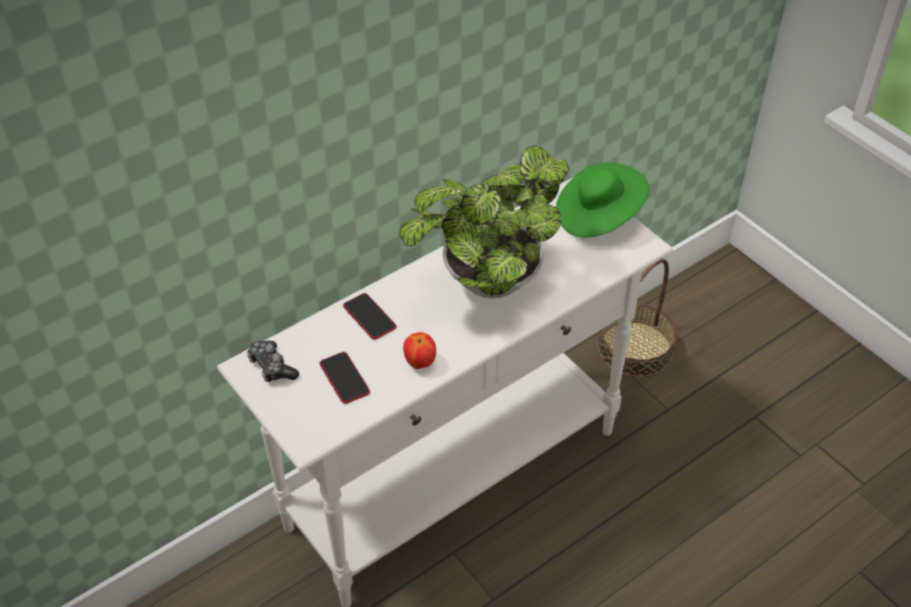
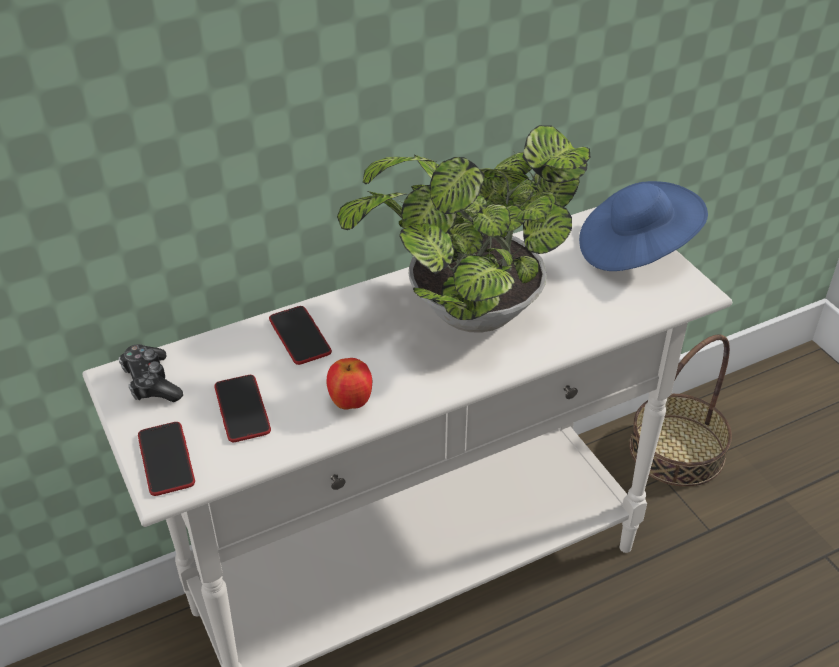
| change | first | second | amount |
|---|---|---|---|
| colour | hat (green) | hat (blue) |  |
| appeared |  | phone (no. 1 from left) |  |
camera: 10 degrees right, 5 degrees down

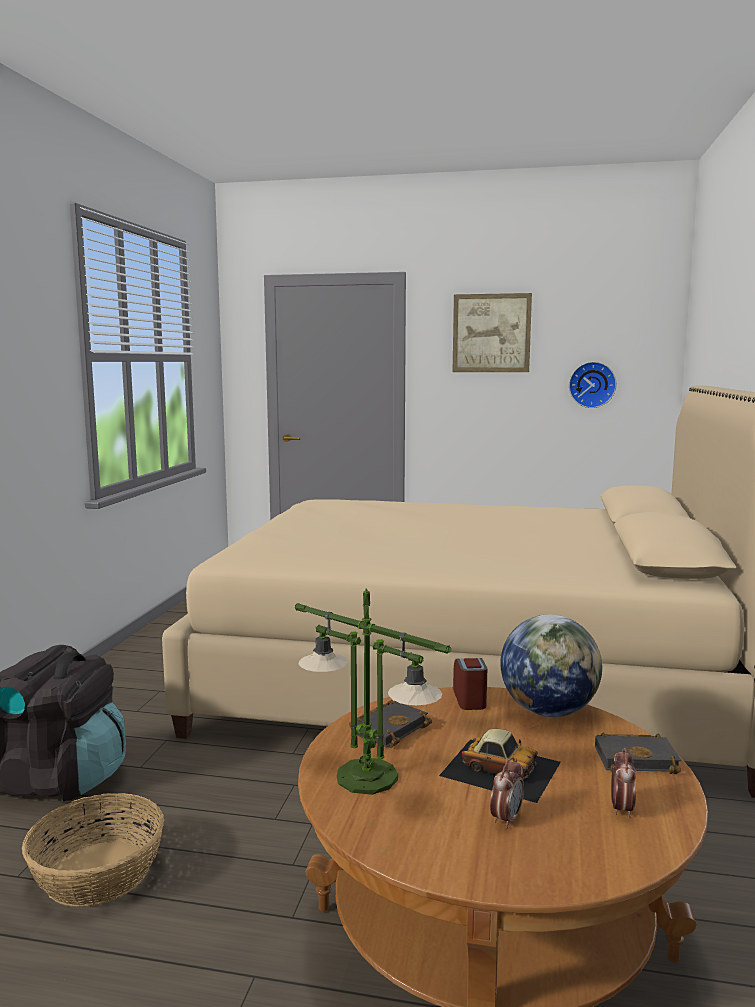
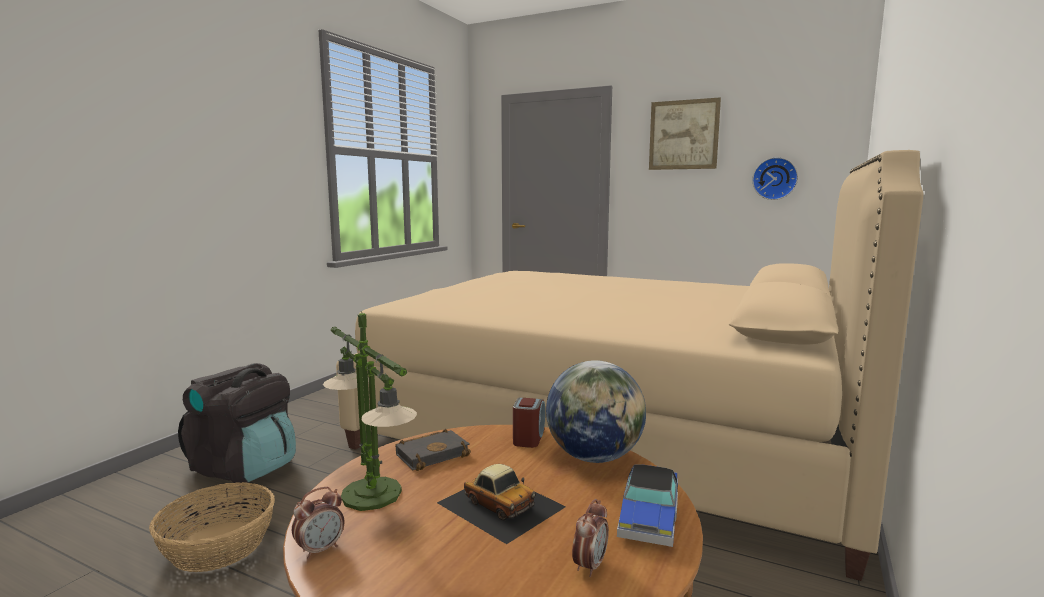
| change | first | second | amount |
|---|---|---|---|
| exchanged | book (black) (no. 2 from left) | toy car (no. 2 from left) |  |
| relocated | alarm clock (no. 2 from left in the first image) | alarm clock (no. 1 from left) |  |
camera: 15 degrees right, 0 degrees up

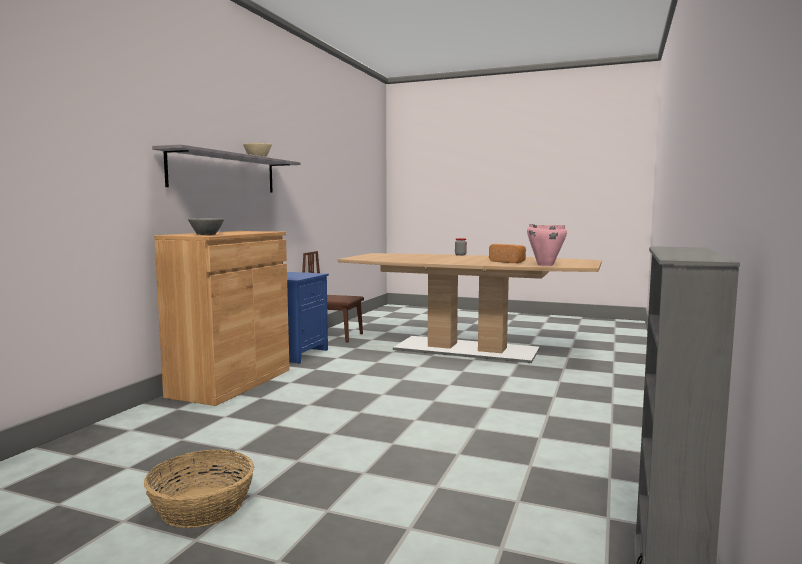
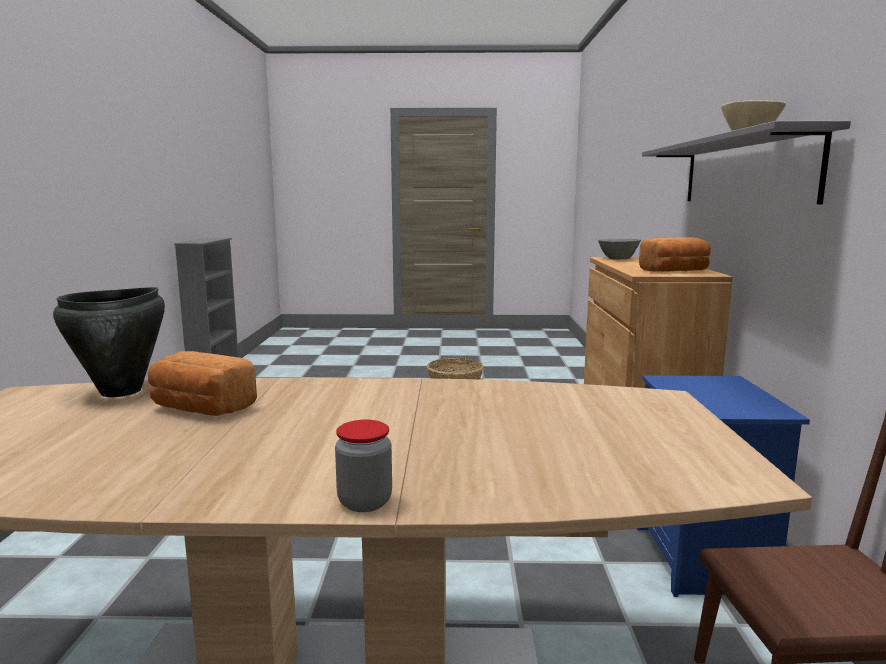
| change | first | second | amount |
|---|---|---|---|
| colour | cooking pot (pink) | cooking pot (black) |  |
| appeared |  | bread (no. 2 from left) |  |
camera: 160 degrees right, 5 degrees up

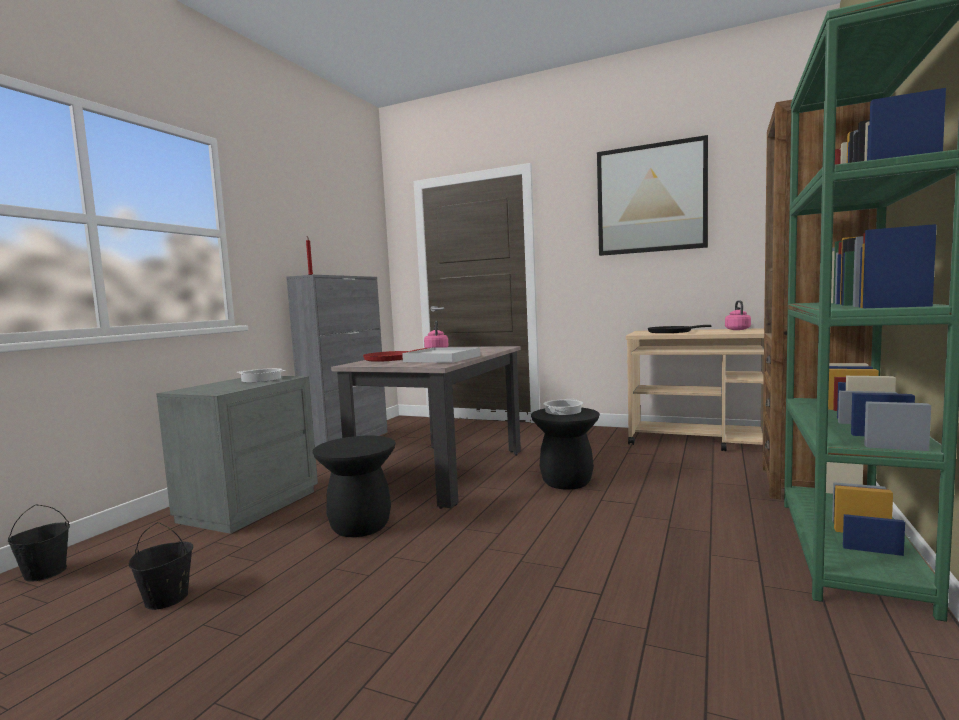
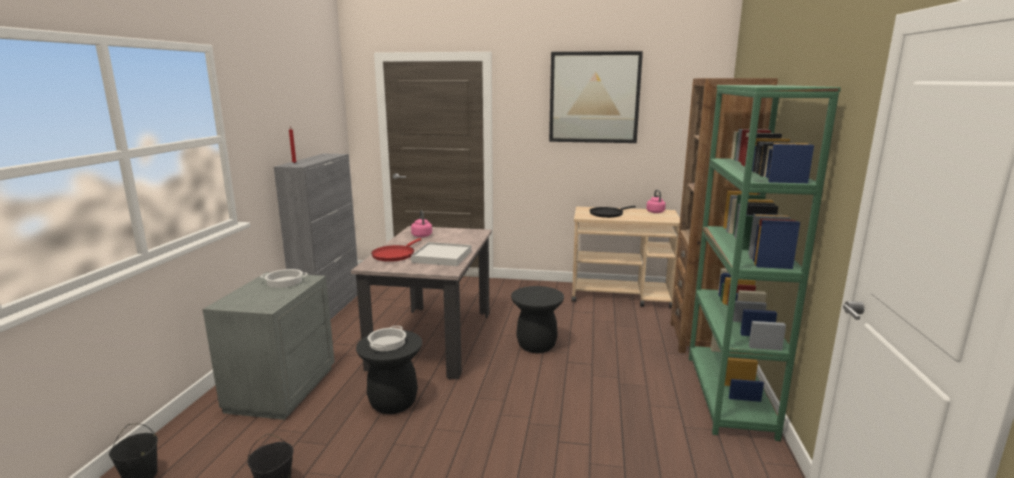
| change | first | second | amount |
|---|---|---|---|
| relocated | cooking pot (no. 2 from left) |  |  |
camera: 15 degrees left, 10 degrees up

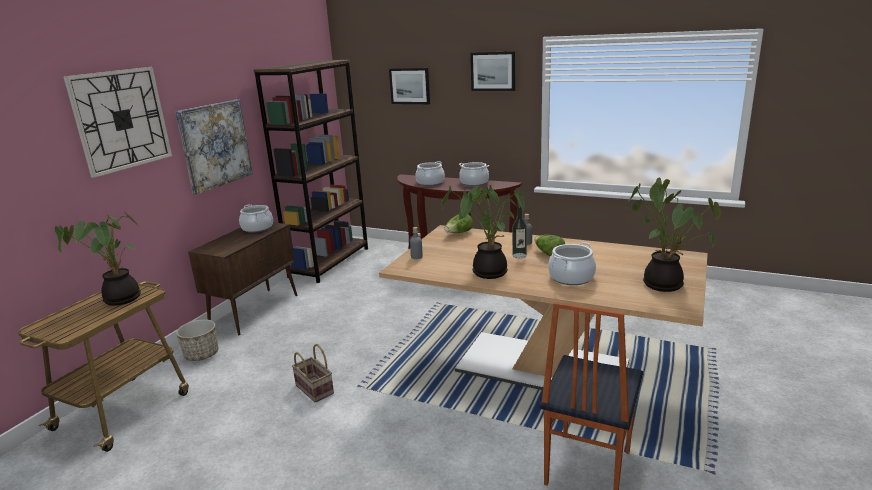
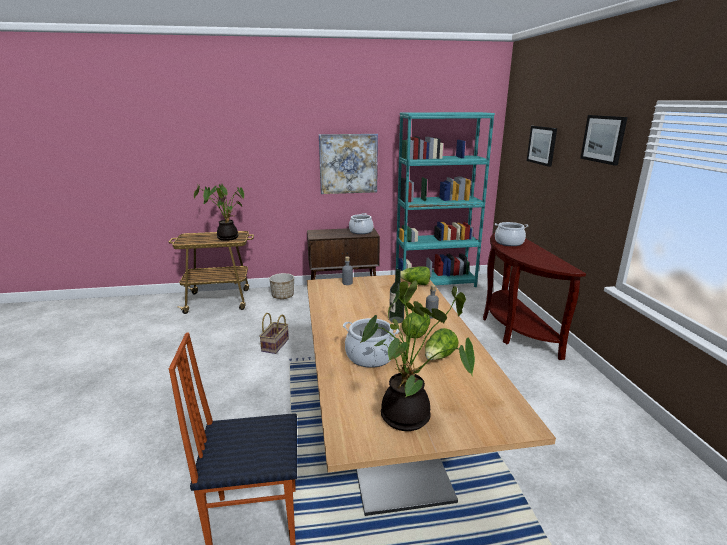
| change | first | second | amount |
|---|---|---|---|
| colour | bookcase (brown) | bookcase (turquoise) |  |
| missing | wall clock |  |  |
| missing | cooking pot (no. 3 from left) |  |  |
| missing | potted plant (no. 2 from left) |  |  |
| appeared |  | lettuce (no. 3 from left) |  |
camera: 55 degrees right, 0 degrees up

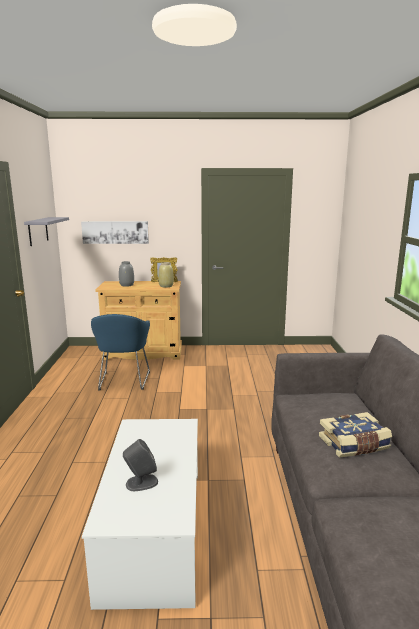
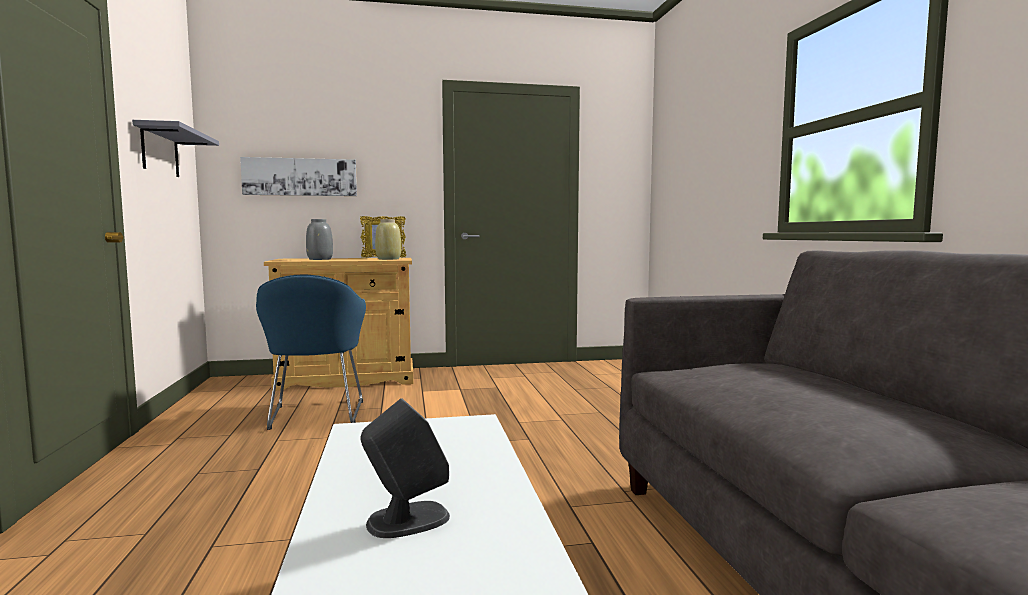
| change | first | second | amount |
|---|---|---|---|
| missing | book |  |  |
camera: 10 degrees left, 10 degrees down

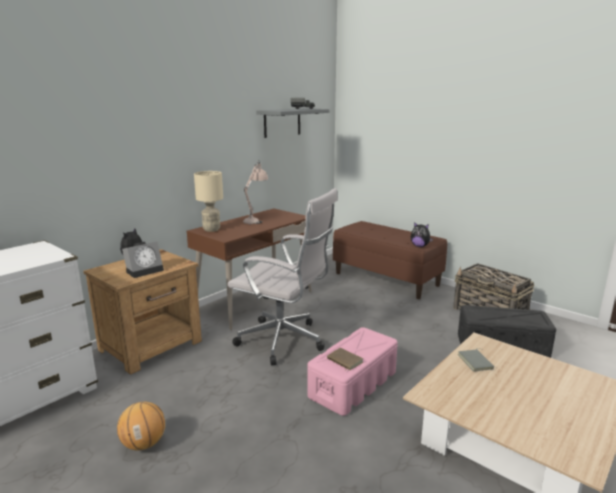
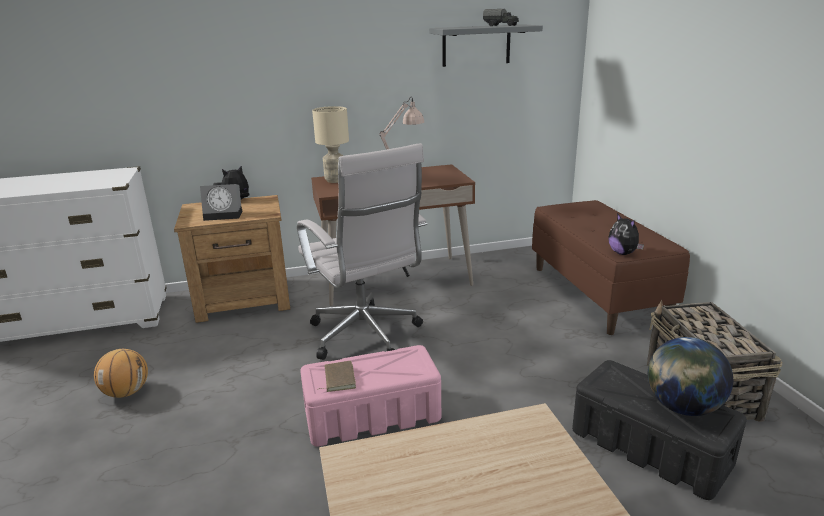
| change | first | second | amount |
|---|---|---|---|
| missing | book (grey) |  |  |
| appeared |  | globe |  |
camera: 35 degrees right, 5 degrees up

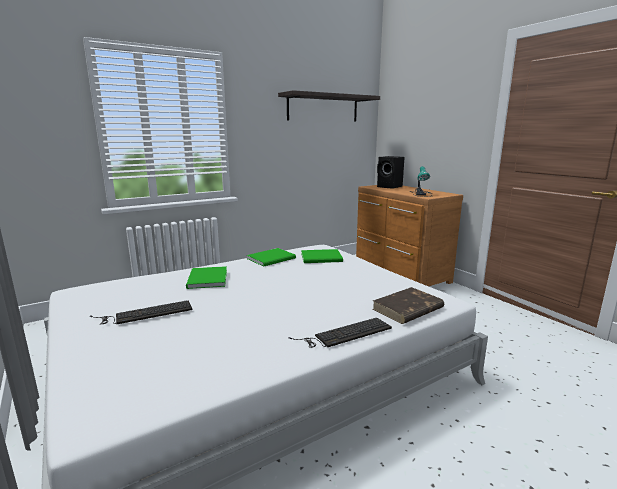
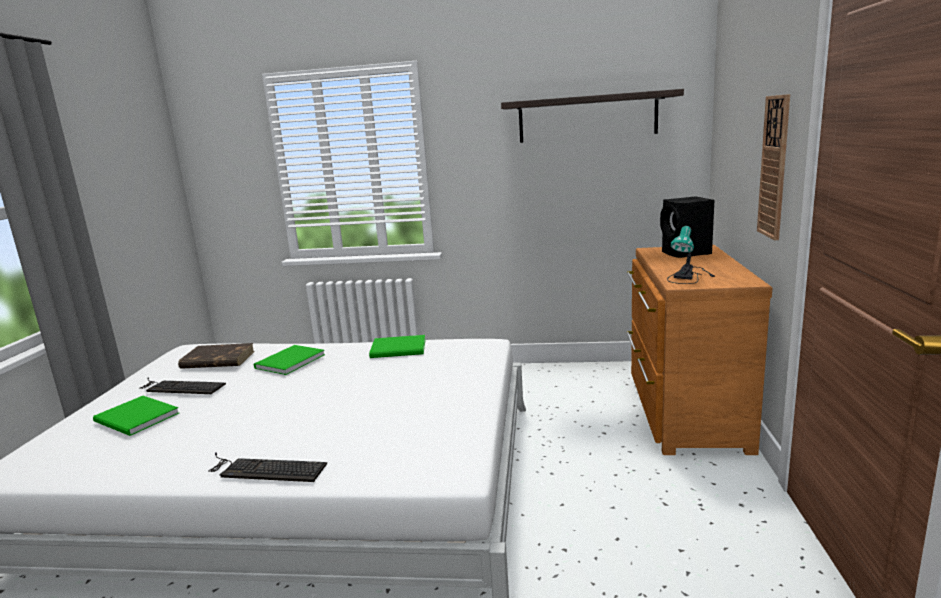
| change | first | second | amount |
|---|---|---|---|
| relocated | book (green) (no. 3 from left in the first image) | book (green) (no. 1 from left) |  |
| relocated | book (brown) |  |  |
| appeared |  | wall clock |  |
camera: 40 degrees right, 0 degrees up

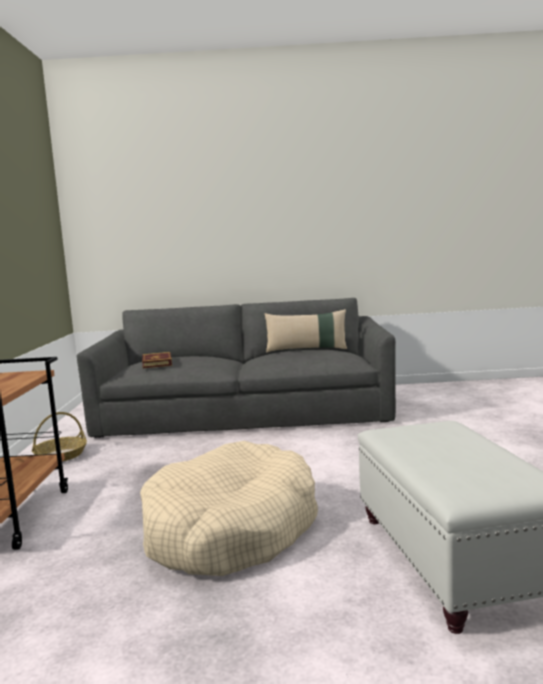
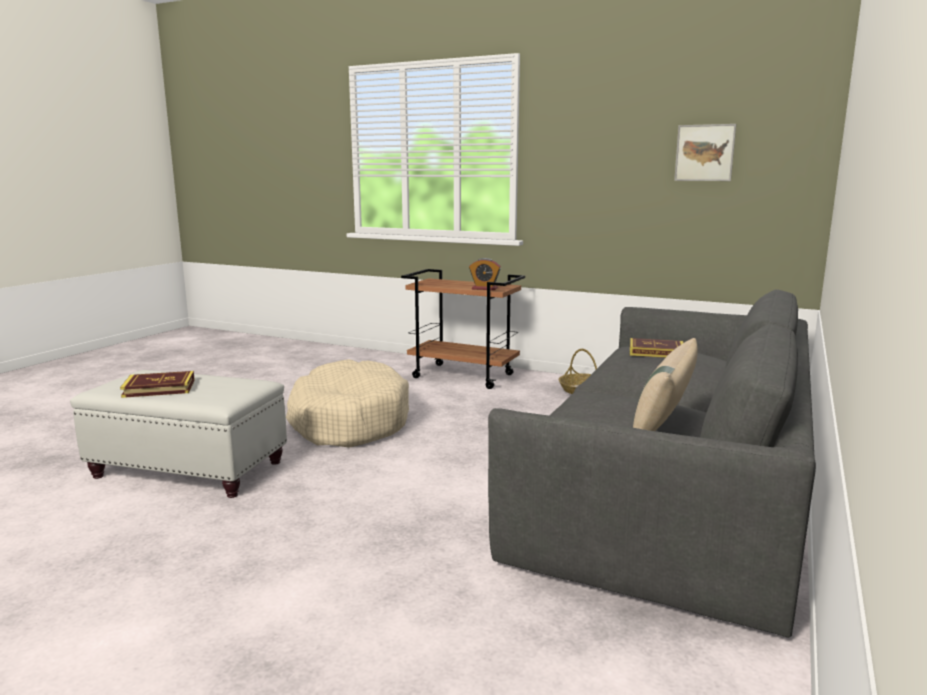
| change | first | second | amount |
|---|---|---|---|
| appeared |  | picture |  |
| appeared |  | alarm clock |  |
| appeared |  | book (no. 1 from left) |  |
camera: 115 degrees right, 5 degrees up

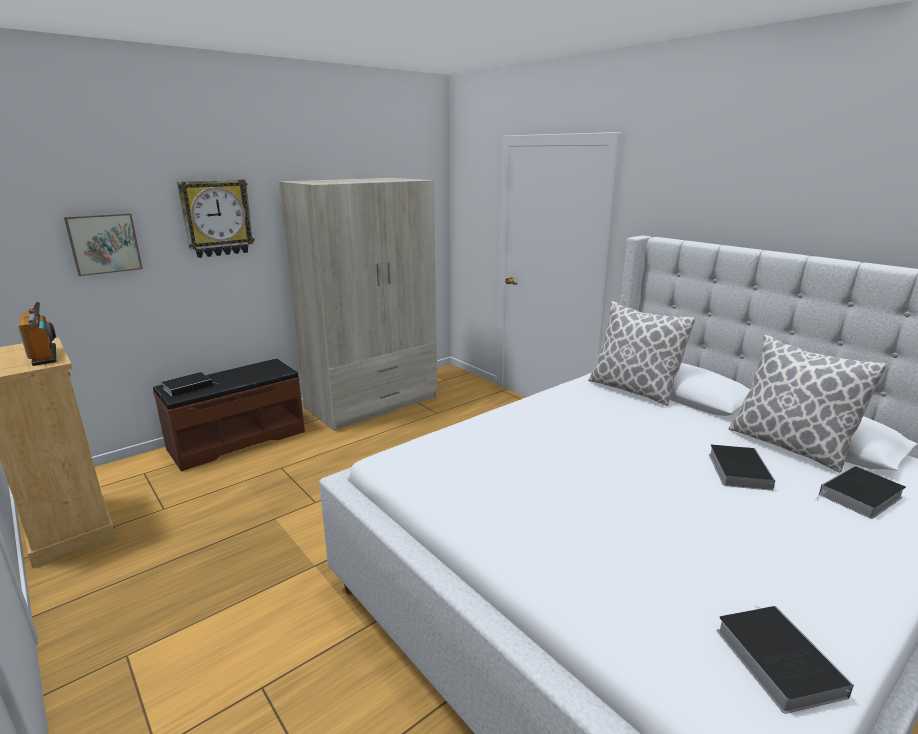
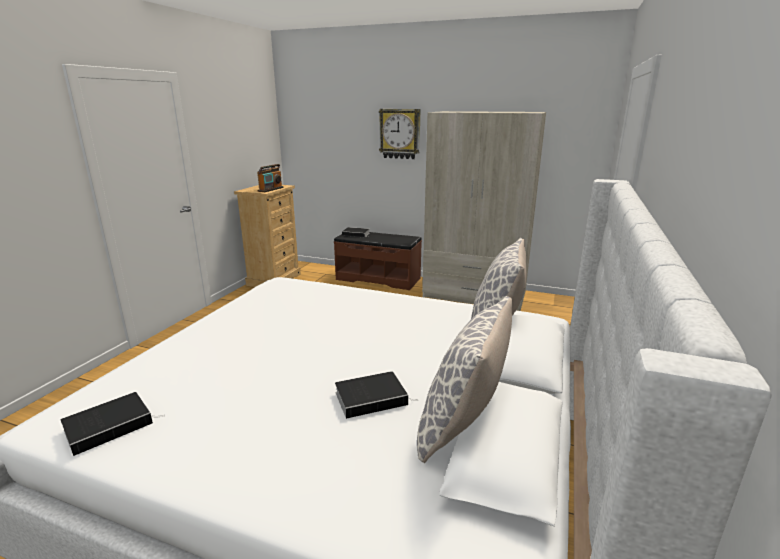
| change | first | second | amount |
|---|---|---|---|
| missing | picture |  |  |
| missing | book (no. 4 from left) |  |  |
camera: 60 degrees right, 0 degrees up

